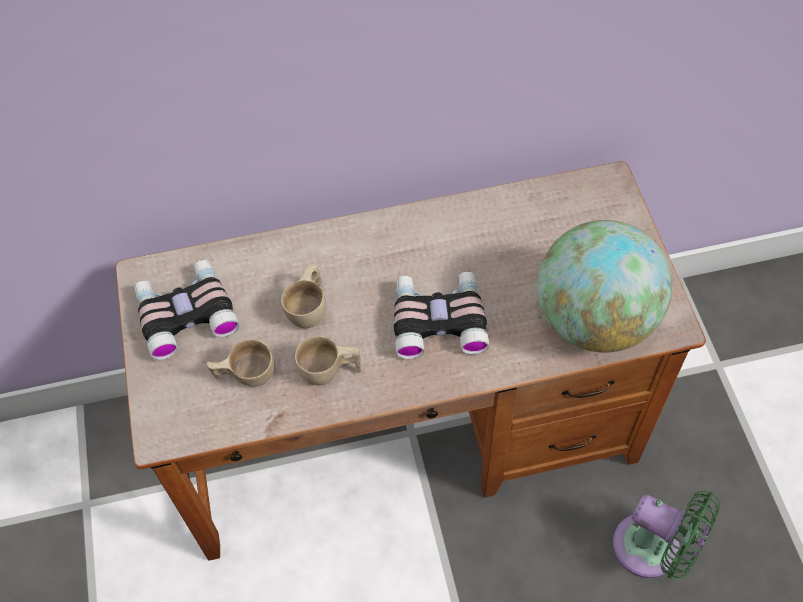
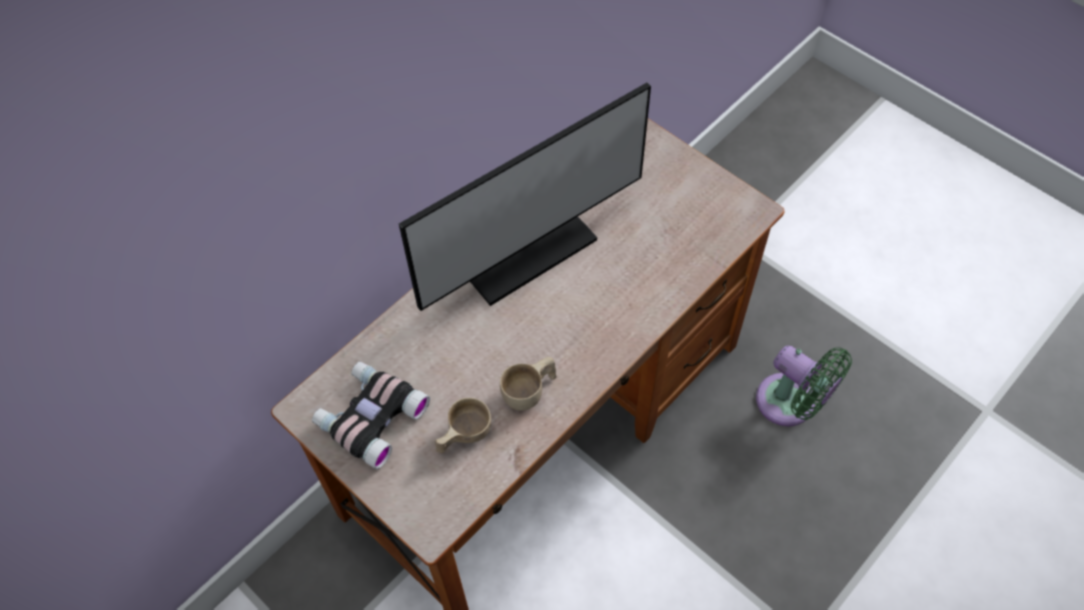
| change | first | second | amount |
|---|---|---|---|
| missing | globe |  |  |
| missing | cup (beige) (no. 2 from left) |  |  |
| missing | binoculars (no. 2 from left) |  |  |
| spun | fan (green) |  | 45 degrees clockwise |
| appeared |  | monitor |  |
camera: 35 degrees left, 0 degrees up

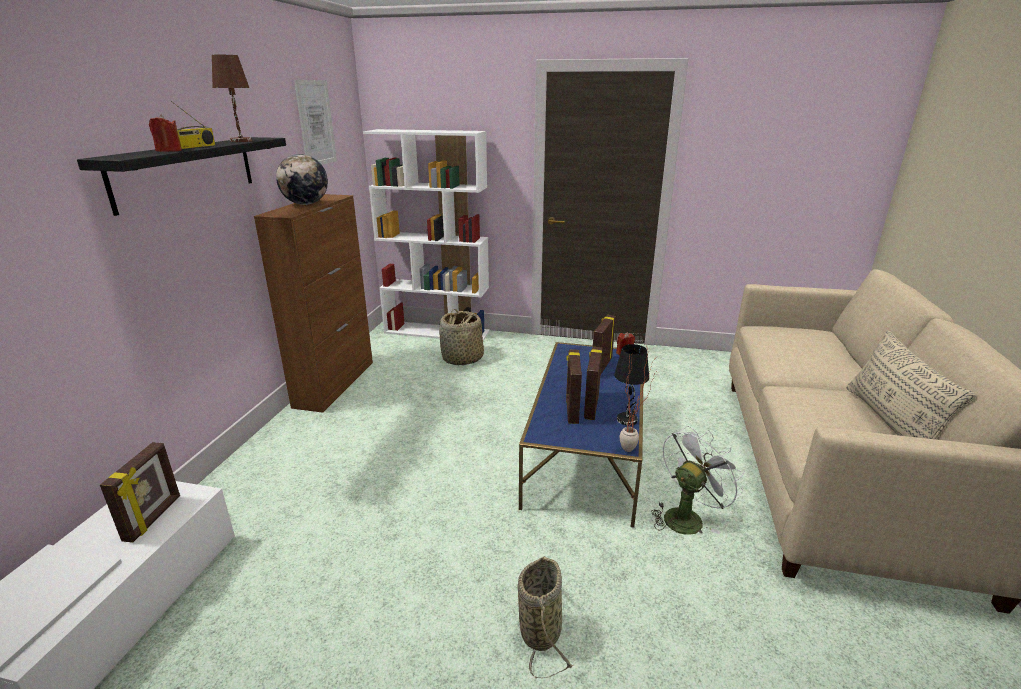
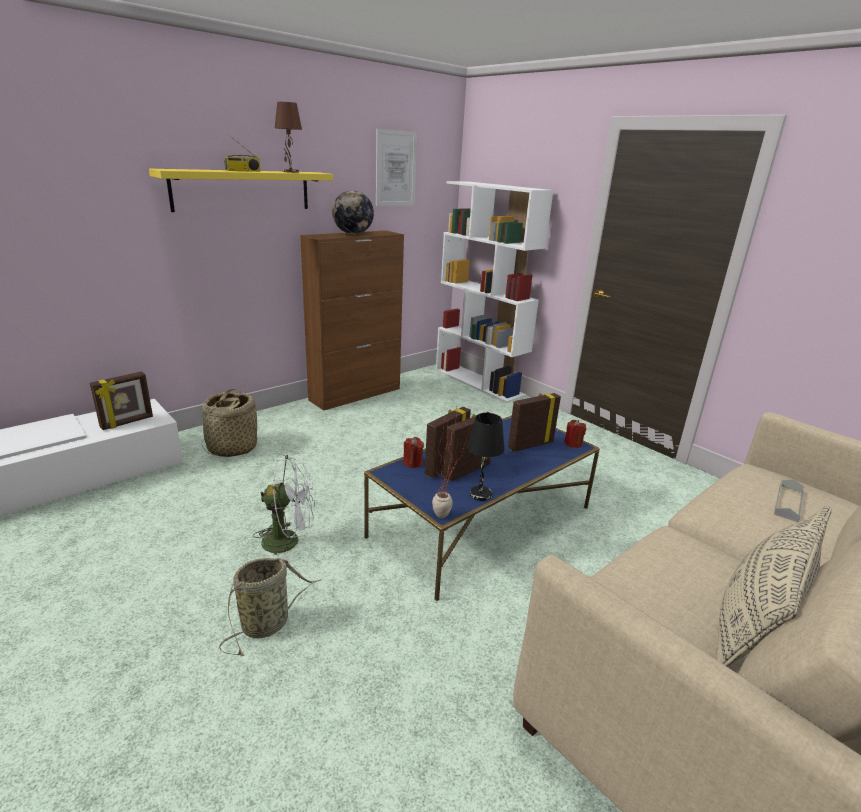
| change | first | second | amount |
|---|---|---|---|
| relocated | candle (red) (no. 1 from left) |  |  |
| colour | shelf (black) | shelf (yellow) |  |
| relocated | basket (no. 1 from left) |  |  |
| relocated | fan (white) |  |  |
| appeared |  | tray (grey) |  |
camera: 35 degrees right, 0 degrees up

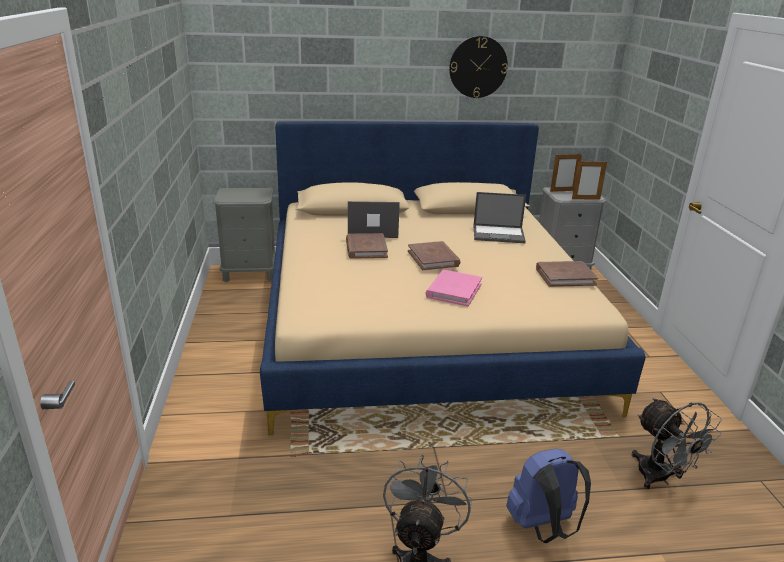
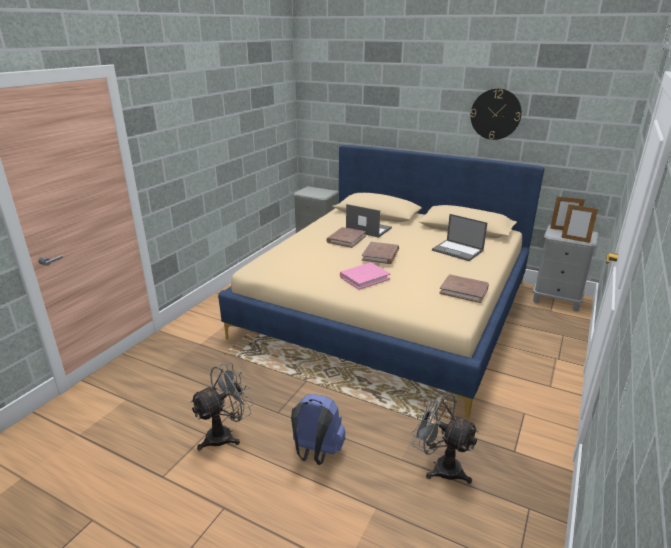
| change | first | second | amount |
|---|---|---|---|
| spun | fan (grey) (no. 2 from left) |  | 120 degrees clockwise |
camera: 35 degrees right, 0 degrees up

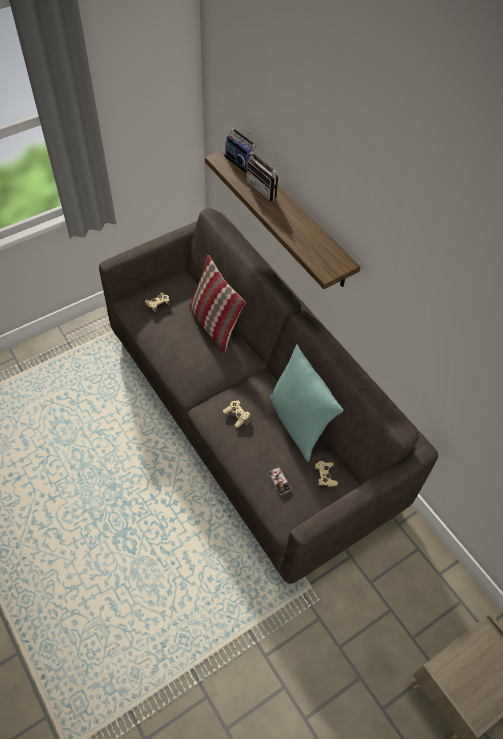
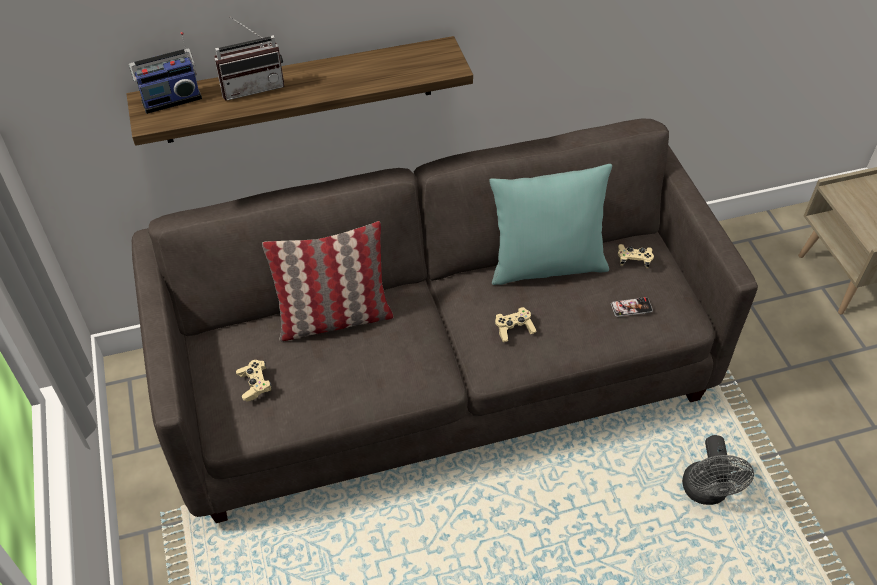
| change | first | second | amount |
|---|---|---|---|
| appeared |  | fan (grey) |  |
camera: 70 degrees left, 5 degrees down

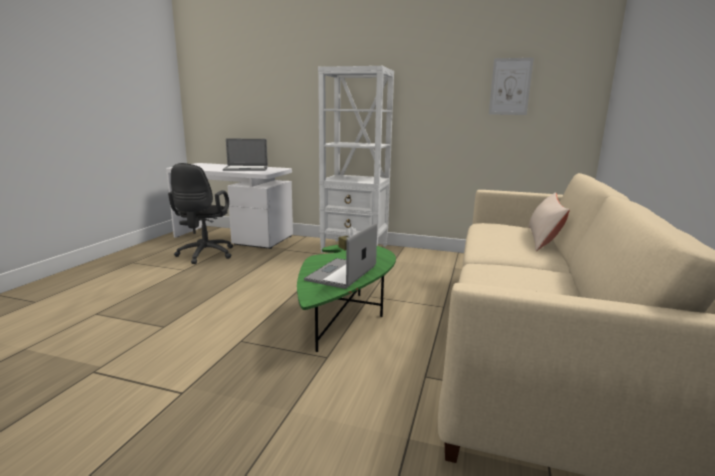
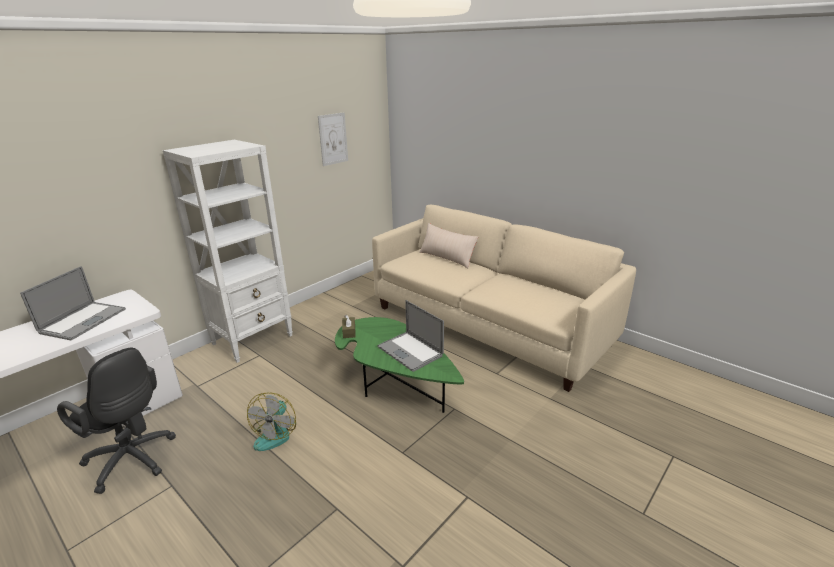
| change | first | second | amount |
|---|---|---|---|
| appeared |  | fan |  |
camera: 65 degrees left, 10 degrees up

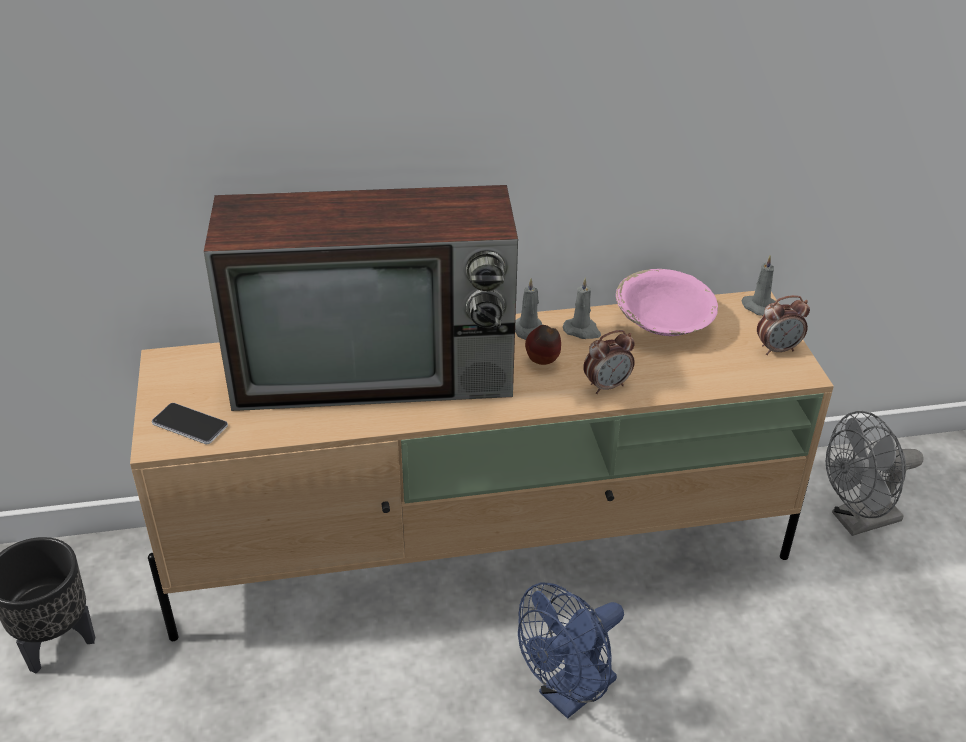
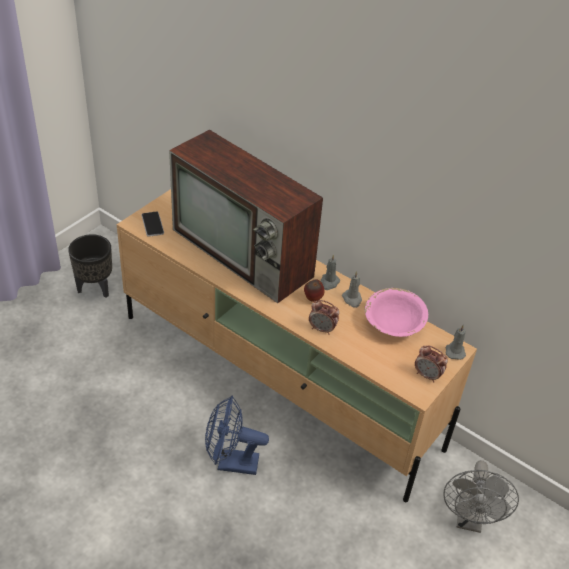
| change | first | second | amount |
|---|---|---|---|
| spun | fan (grey) |  | 105 degrees counterclockwise |
camera: 45 degrees right, 5 degrees up

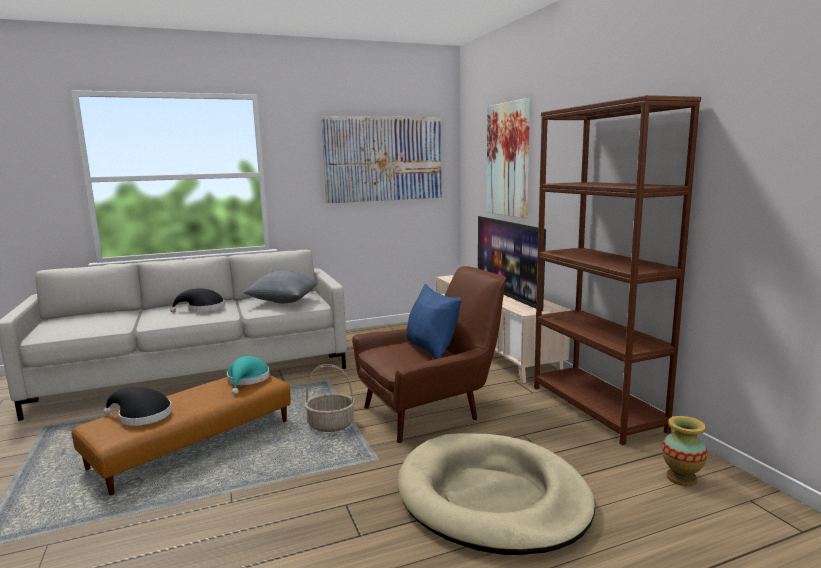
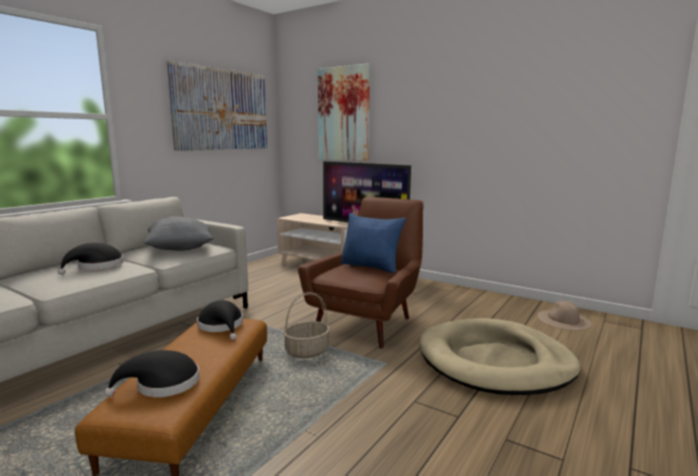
| change | first | second | amount |
|---|---|---|---|
| missing | bookcase (brown) |  |  |
| colour | hat (turquoise) | hat (black) (no. 3 from left) |  |
| exchanged | vase | hat (beige) |  |
camera: 35 degrees left, 0 degrees up

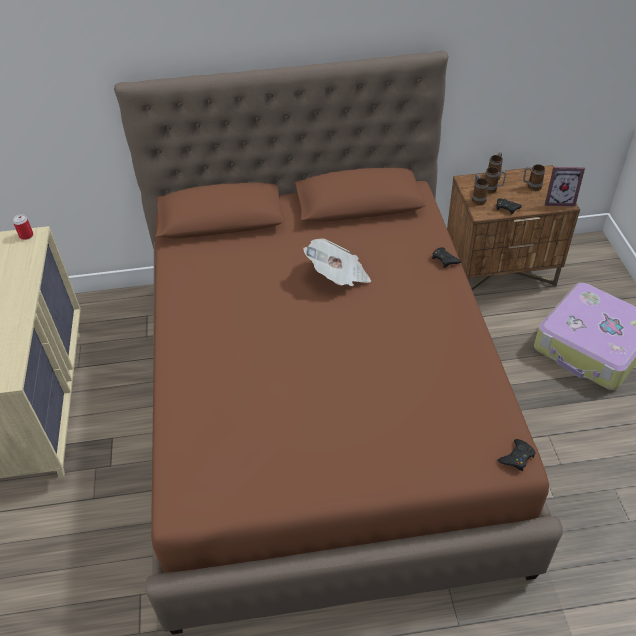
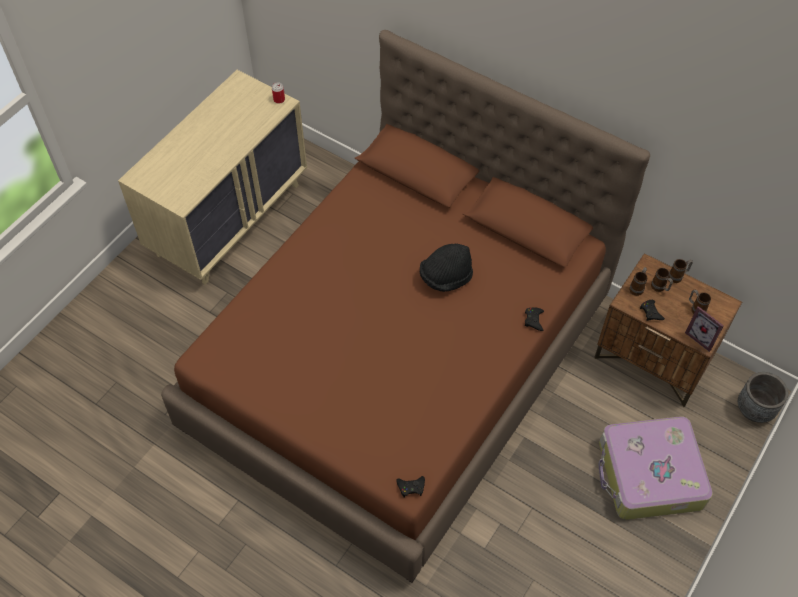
| change | first | second | amount |
|---|---|---|---|
| exchanged | newspaper | hat (black) |  |
| appeared |  | planter (grey) |  |
camera: 40 degrees right, 10 degrees up

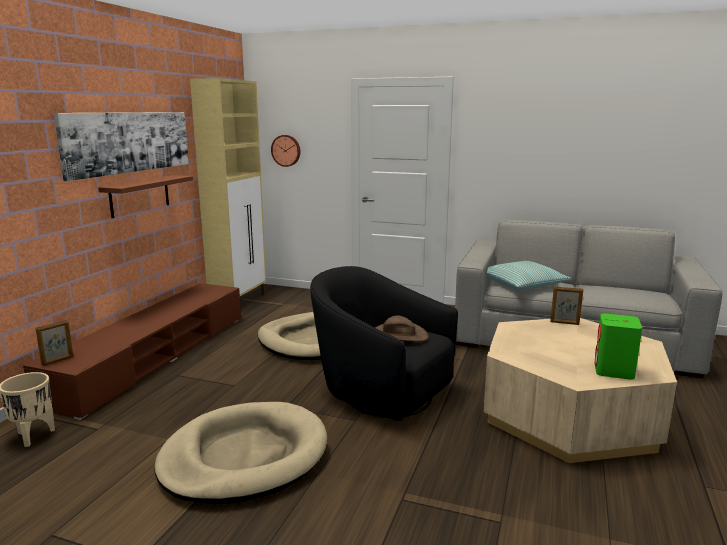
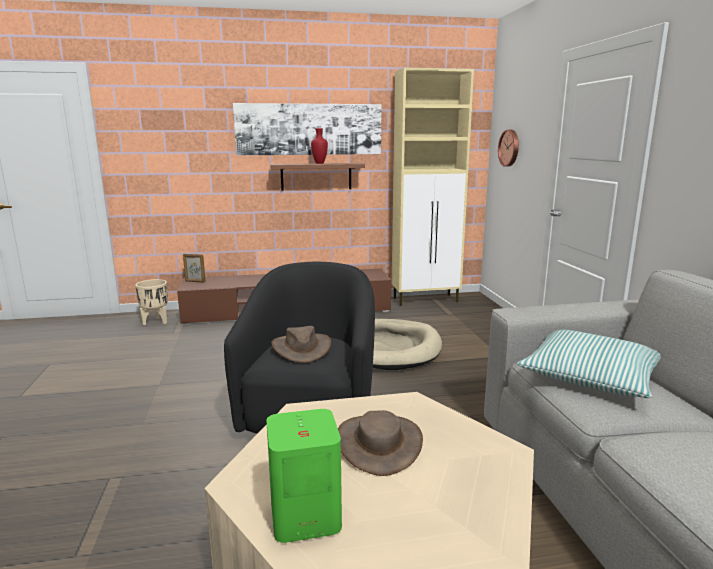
| change | first | second | amount |
|---|---|---|---|
| missing | picture frame (no. 2 from left) |  |  |
| missing | dog bed (beige) (no. 1 from left) |  |  |
| appeared |  | vase (red) |  |
| appeared |  | hat (brown) (no. 2 from left) |  |
camera: 60 degrees right, 0 degrees up

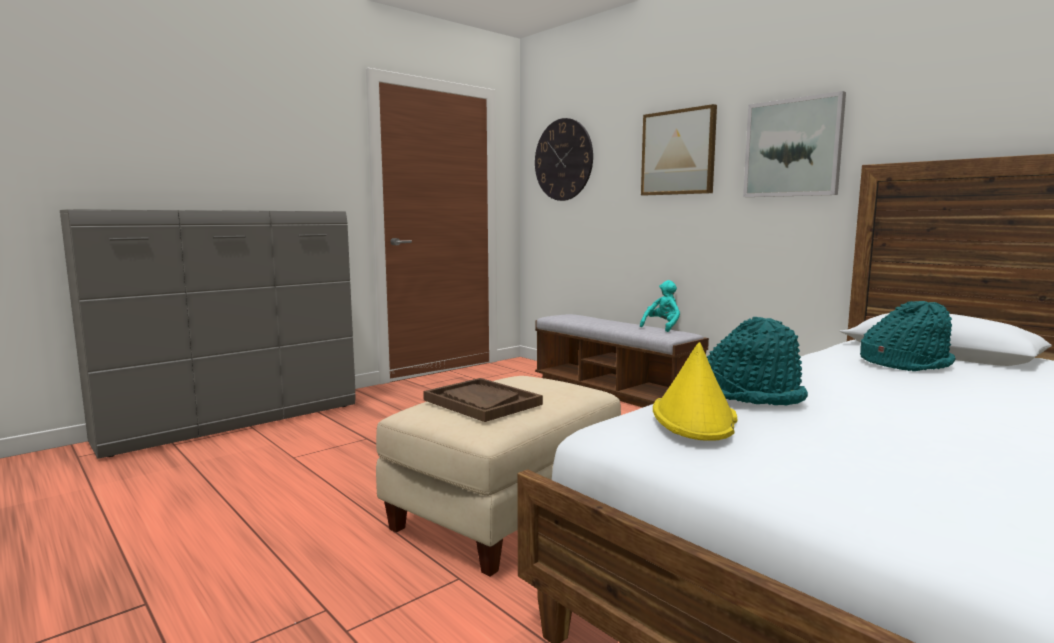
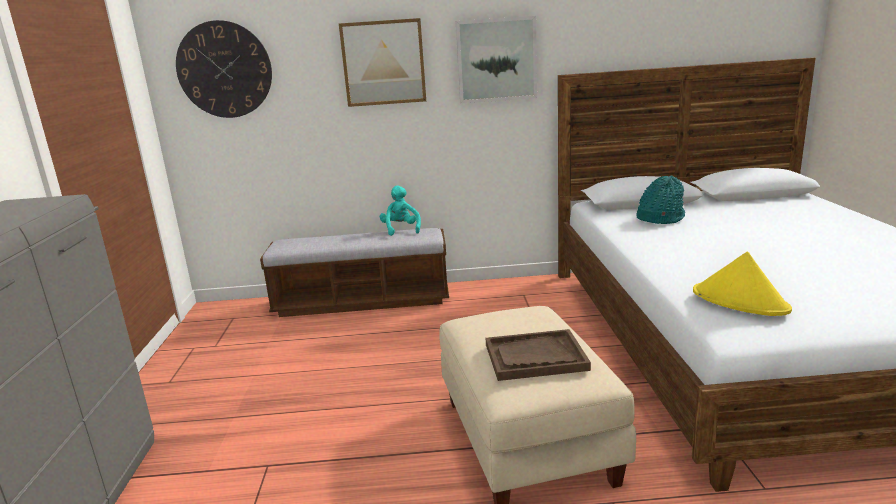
| change | first | second | amount |
|---|---|---|---|
| missing | hat (turquoise) (no. 1 from left) |  |  |
camera: 50 degrees left, 10 degrees up

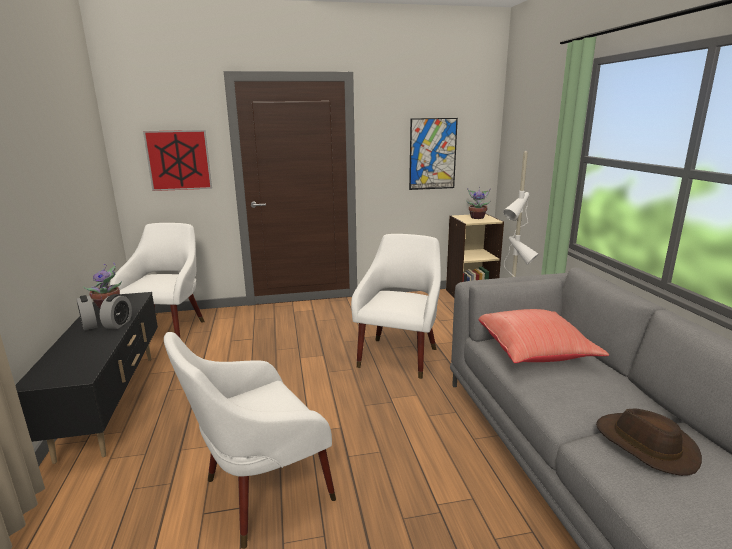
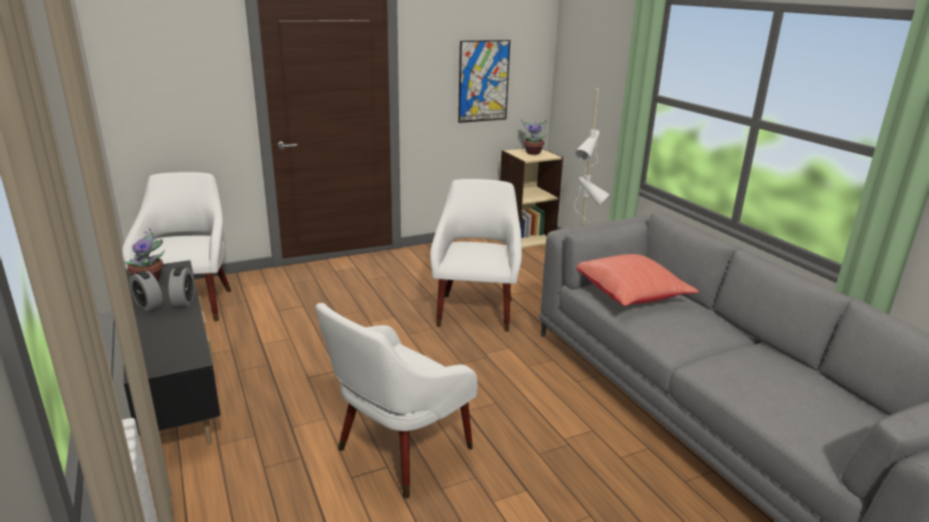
| change | first | second | amount |
|---|---|---|---|
| missing | picture (no. 1 from left) |  |  |
| missing | hat (brown) |  |  |
camera: 15 degrees left, 5 degrees up

